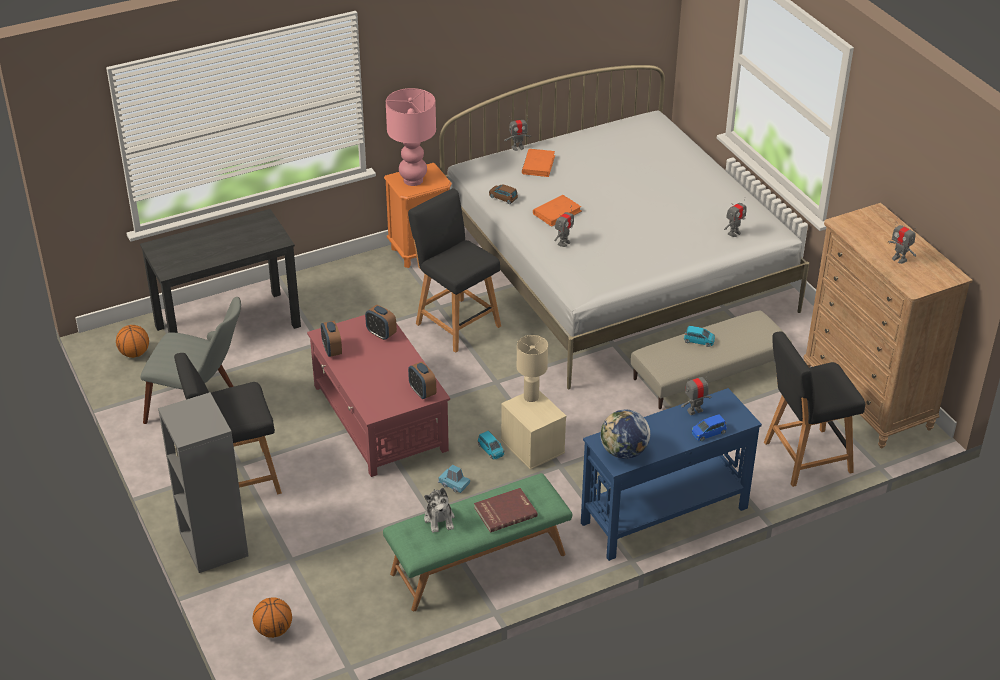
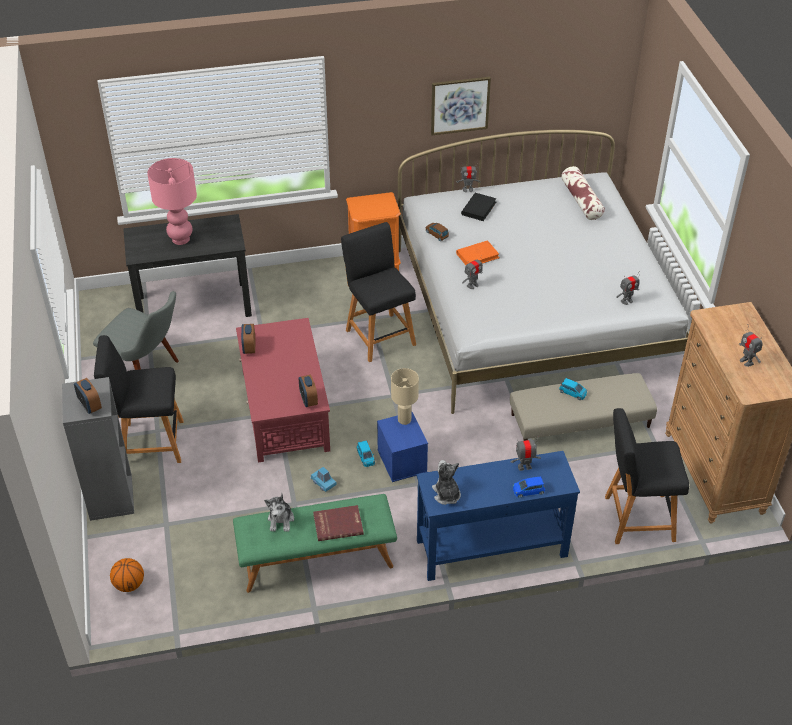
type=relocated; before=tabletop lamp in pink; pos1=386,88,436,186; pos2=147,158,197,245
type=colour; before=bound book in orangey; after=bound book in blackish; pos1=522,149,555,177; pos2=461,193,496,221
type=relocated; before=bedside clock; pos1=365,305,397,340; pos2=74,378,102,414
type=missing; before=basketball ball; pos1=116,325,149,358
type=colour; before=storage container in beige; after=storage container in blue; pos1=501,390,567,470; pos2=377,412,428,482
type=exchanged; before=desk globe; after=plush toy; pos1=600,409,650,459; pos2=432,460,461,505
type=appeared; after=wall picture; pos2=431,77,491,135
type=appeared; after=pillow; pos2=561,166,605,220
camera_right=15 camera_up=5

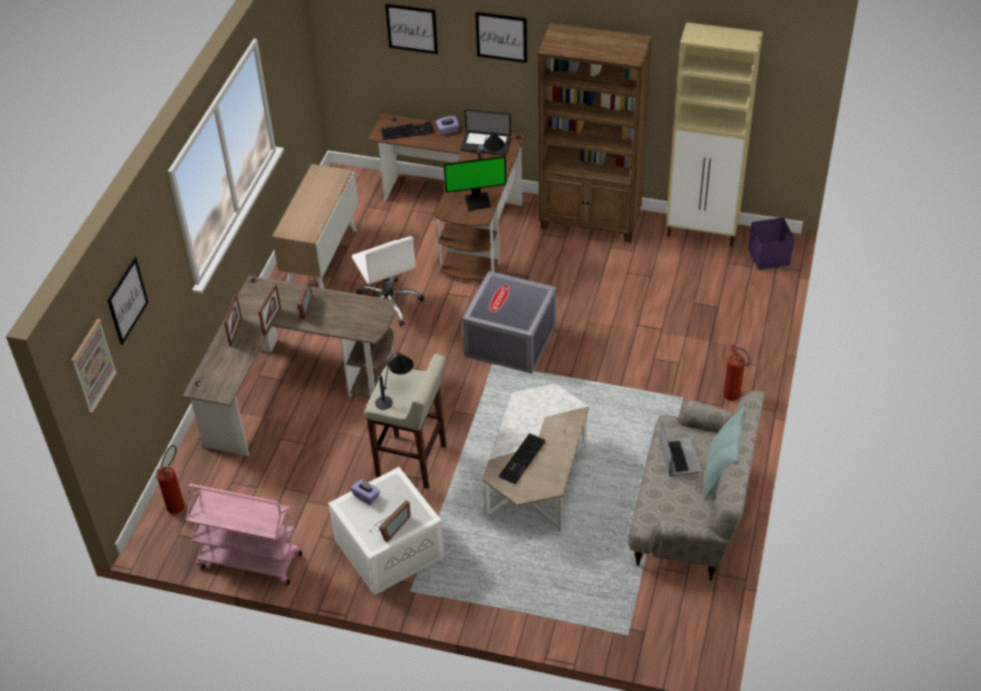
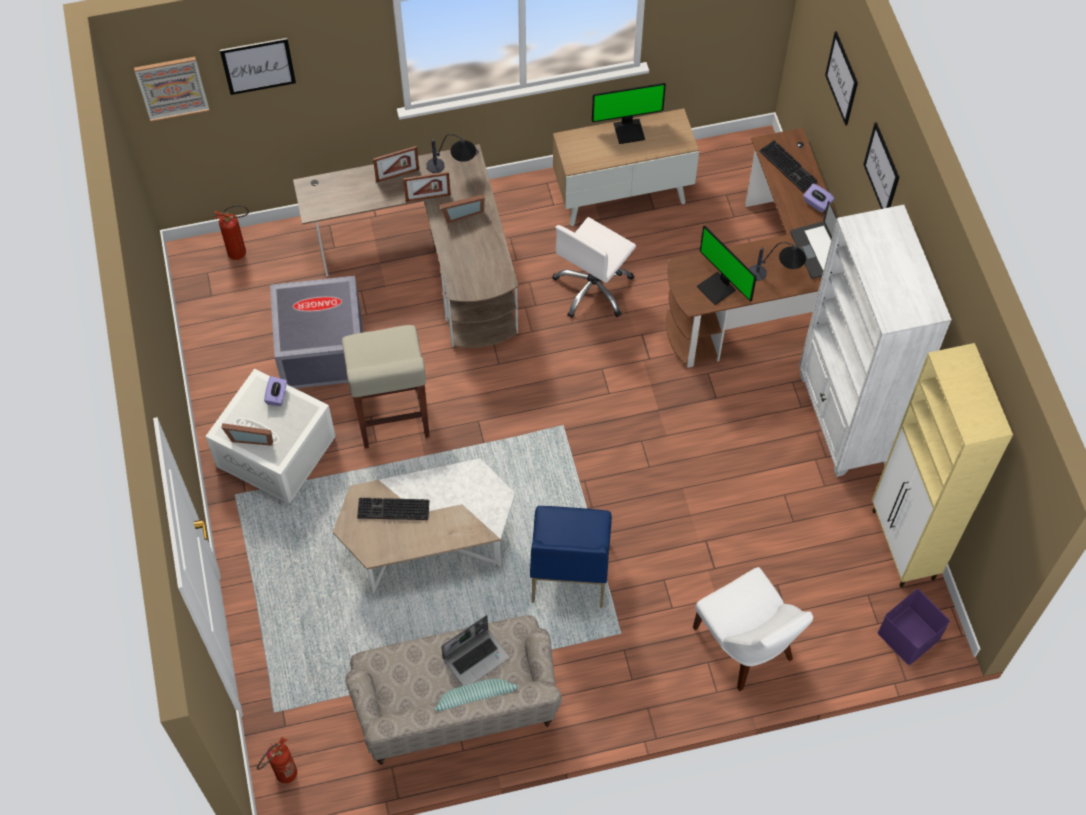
type=colour; before=shelving unit in brown; after=shelving unit in whitish; pos1=538,23,652,243; pos2=799,205,952,477
type=relocated; before=storage container in grey; pos1=462,271,556,374; pos2=270,276,363,389
type=relocated; before=extinguisher; pos1=723,344,750,401; pos2=257,737,297,783
type=relocated; before=tabletop lamp; pos1=375,352,413,410; pos2=426,134,476,173
type=missing; before=cart in pink; pos1=185,484,302,585
type=appeared; after=computer screen; pos2=592,83,666,144
type=appeared; after=upright chair in blue; pos2=530,506,612,608
type=appeared; after=upright chair in whitish; pos2=693,567,813,691
camera_right=60 camera_up=15

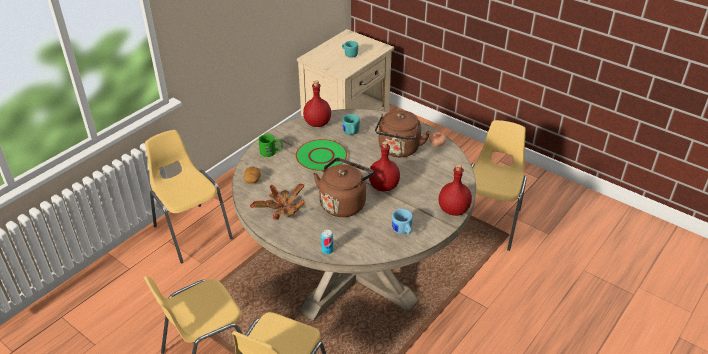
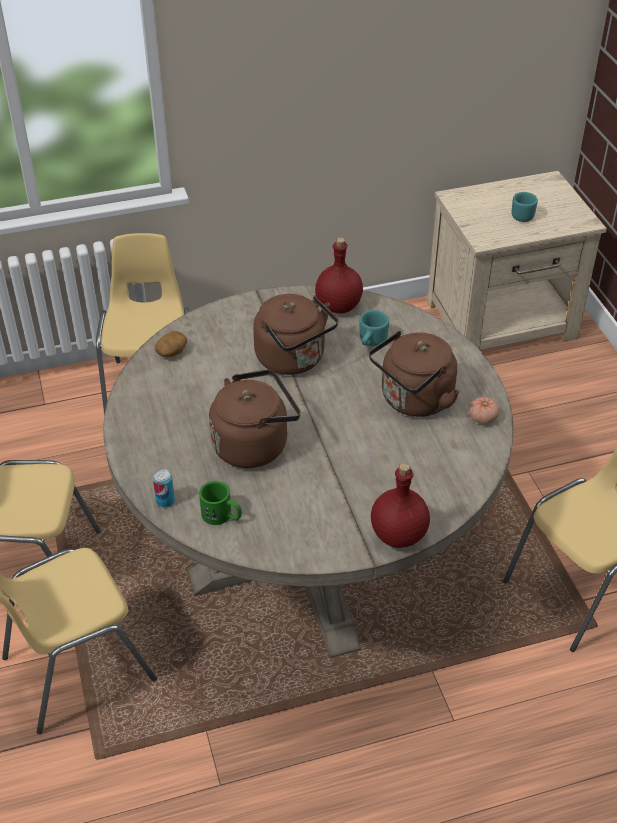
type=relocated; before=mug in green; pos1=258,134,283,157; pos2=199,481,242,525
type=exchanged; before=dinner plate in green; after=water kettle in brown; pos1=296,139,347,171; pos2=253,294,338,375
type=missing; before=bottle in red-coloured; pos1=369,141,400,191
type=missing; before=plant in a pot; pos1=250,183,305,220
type=missing; before=mug in blue; pos1=392,209,413,234
camera_right=35 camera_up=5

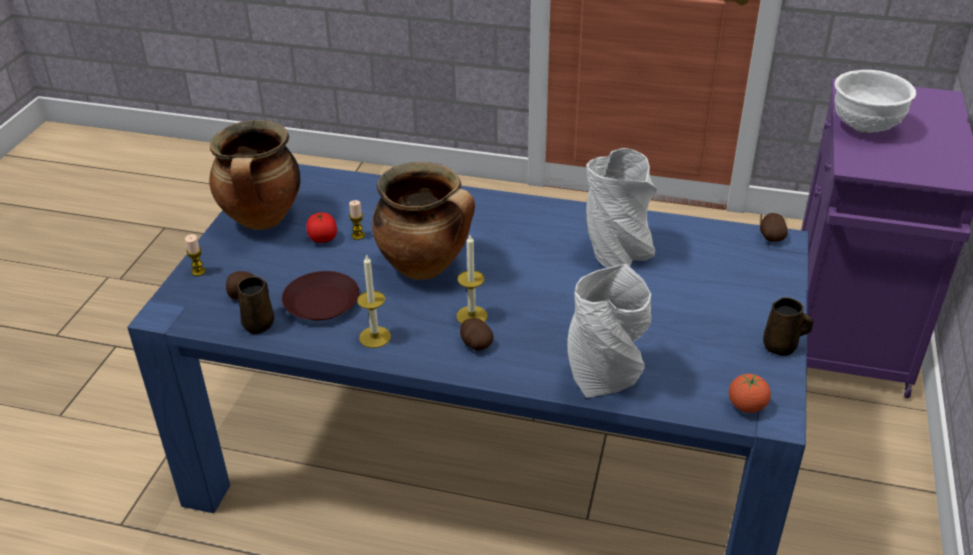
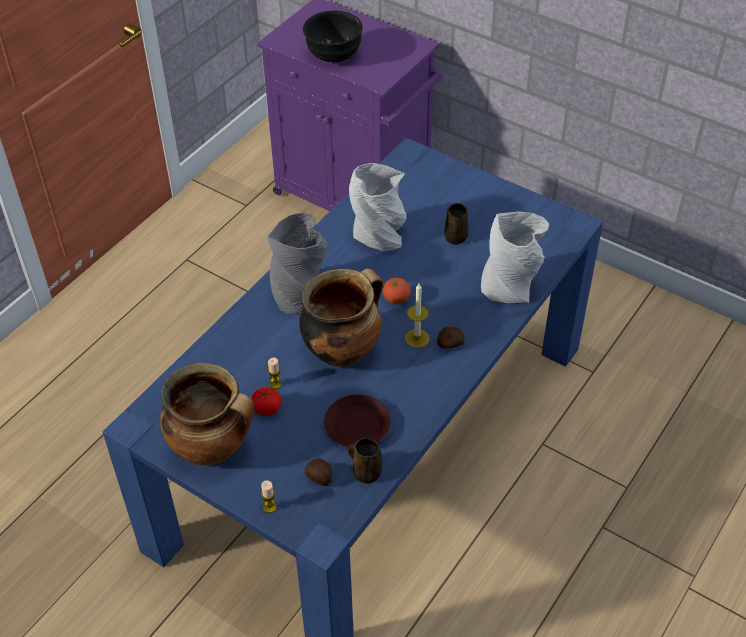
type=colour; before=deep dish in whitish; after=deep dish in blackish; pos1=835,70,916,133; pos2=303,11,363,62
type=missing; before=whole potato; pos1=760,213,788,242
type=missing; before=wax candle; pos1=357,254,391,348
type=relocated; before=mug in brown; pos1=763,297,814,356; pos2=444,203,468,245
type=relocated; before=whole tomato; pos1=729,374,771,413; pos2=383,277,411,304
type=appeared; after=decorative vase in grey; pos2=267,212,328,314
camera_right=-70 camera_up=10

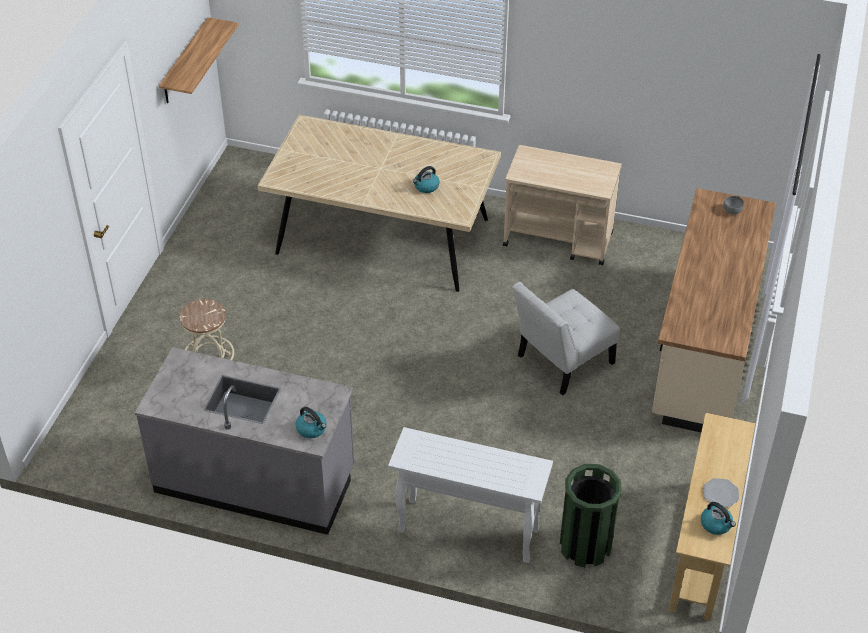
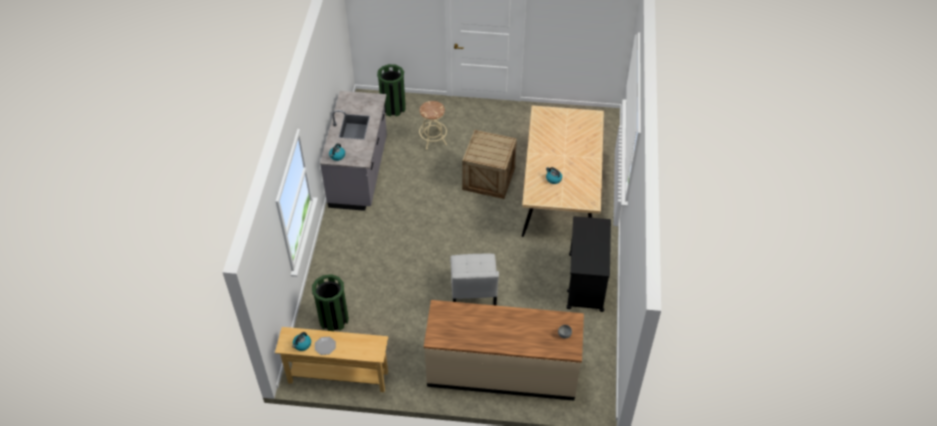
type=missing; before=bracket shelf; pos1=159,17,239,103
type=colour; before=cart in beige; after=cart in blackish; pos1=503,145,622,265; pos2=566,216,611,312
type=spun; before=upright chair in whitish; pos1=512,282,620,396; pos2=450,254,499,306; turn=-135
type=missing; before=narrow table in whitish; pos1=388,427,553,563
type=appeared; after=trash can in green; pos2=377,64,406,117
type=appeared; after=shipping crate; pos2=462,130,517,199
camera_right=80 camera_up=5

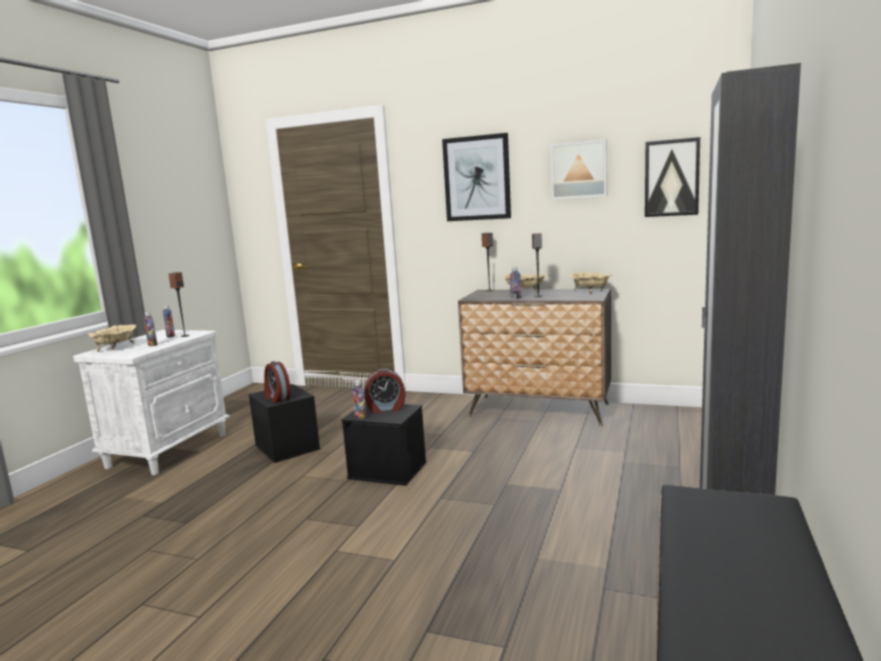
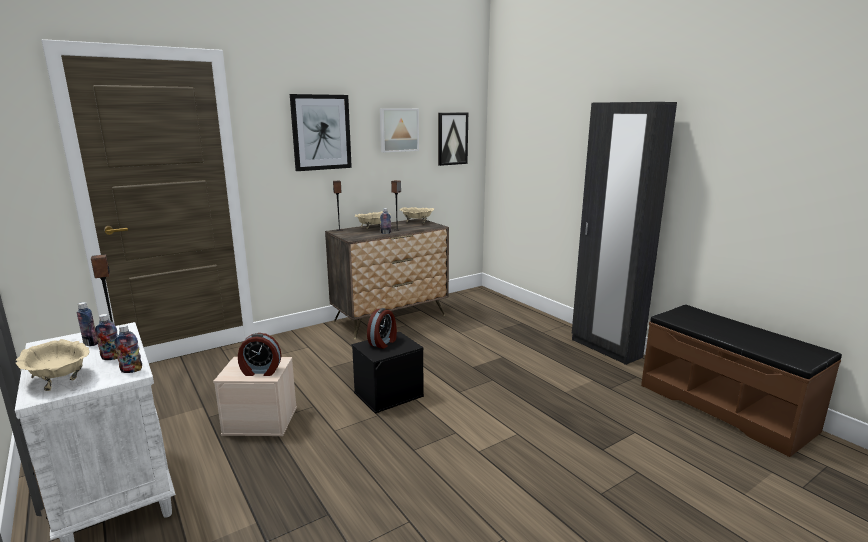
type=relocated; before=bottle; pos1=352,380,366,419; pos2=114,324,142,373
type=colour; before=storage container in blackish; after=storage container in beige; pos1=248,384,320,463; pos2=213,357,297,436
camera_right=-55 camera_up=5

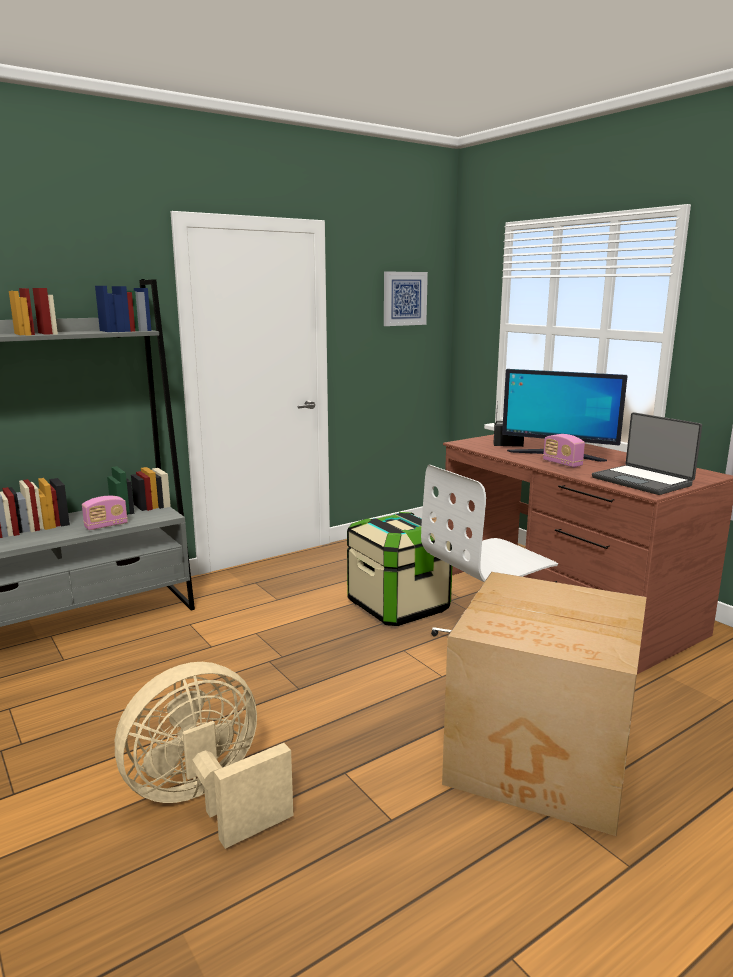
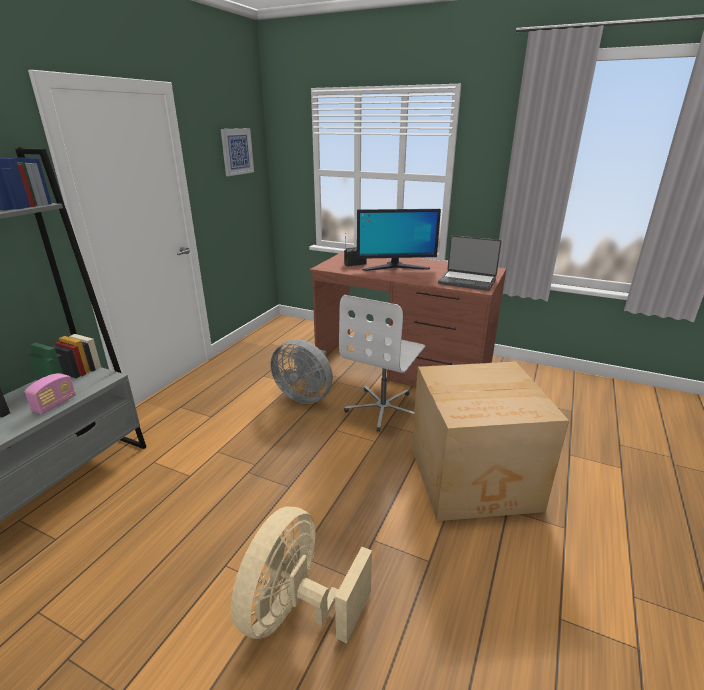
type=missing; before=radio set; pos1=543,434,585,468
type=exchanged; before=storage container; after=cooling fan in grey; pos1=347,512,452,626; pos2=271,339,333,404
camera_right=-30 camera_up=10

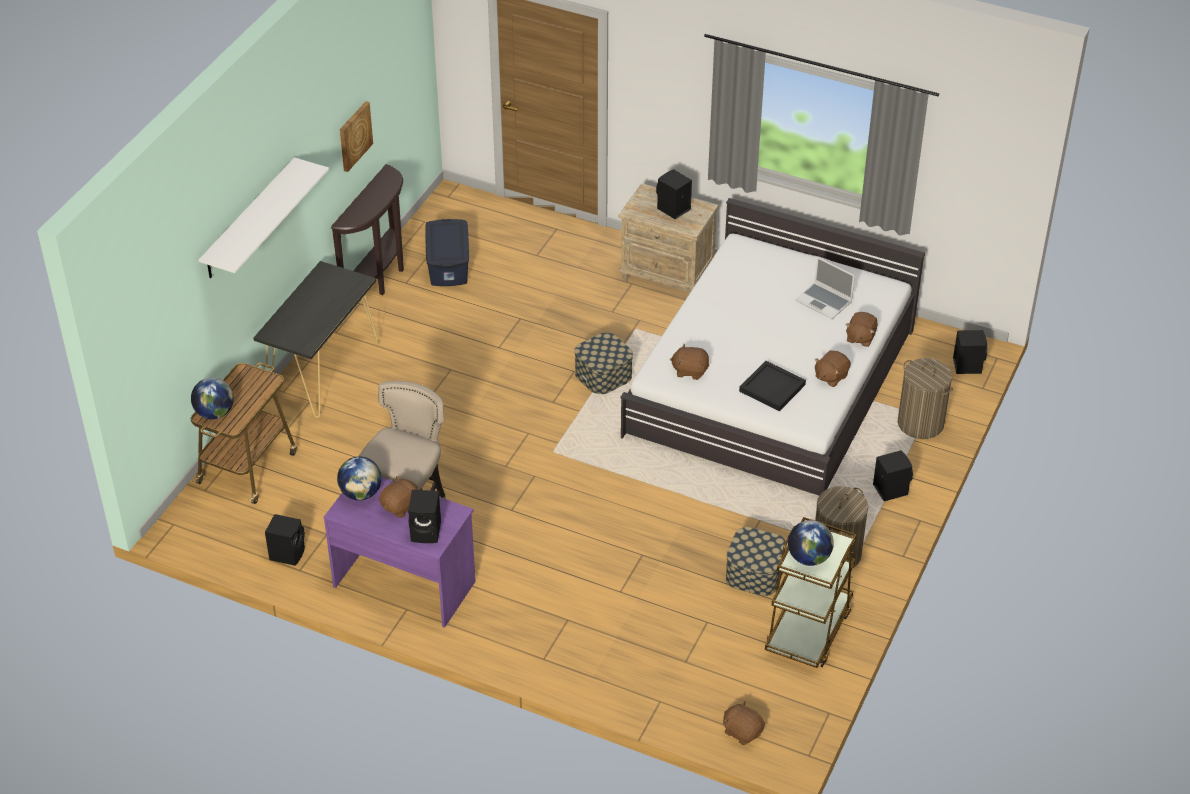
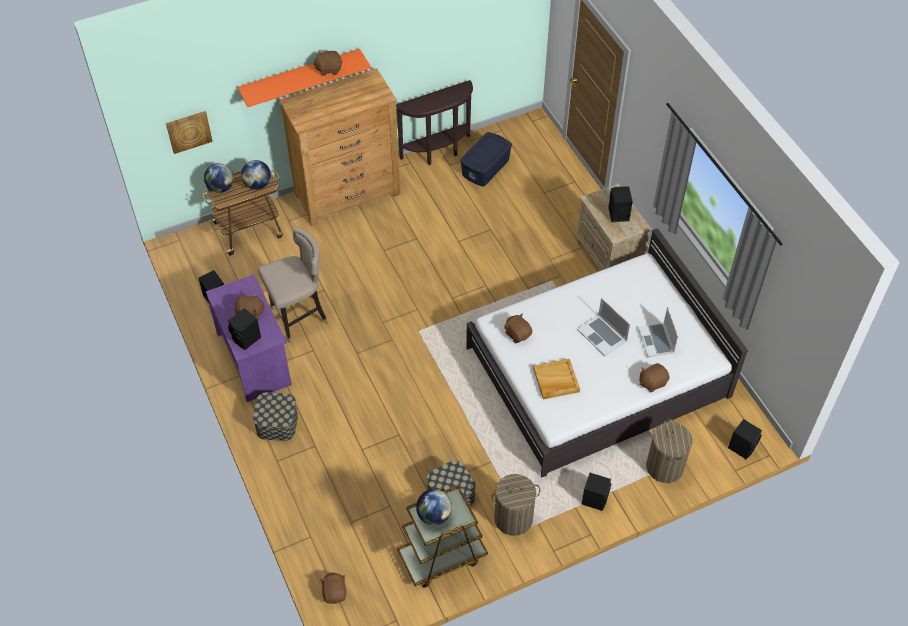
type=relocated; before=wall picture; pos1=340,101,373,172; pos2=166,111,213,154
type=colour; before=bracket shelf in whitish; after=bracket shelf in orangey; pos1=199,157,329,279; pos2=237,49,371,107
type=exchanged; before=narrow table in blackish; after=drawer chest in brown; pos1=253,261,379,418; pos2=279,68,400,226
type=relocated; before=storage container; pos1=574,332,633,394; pos2=253,392,298,441
type=relocated; before=plush toy in brown; pos1=814,350,851,387; pos2=312,50,343,76
type=colour; before=tray in blackish; after=tray in beige; pos1=739,361,806,411; pos2=533,359,580,400
type=relocated; before=desk globe; pos1=337,457,381,500; pos2=241,160,271,190
type=appeared; after=notebook computer; pos2=577,298,630,356
camera_right=40 camera_up=10

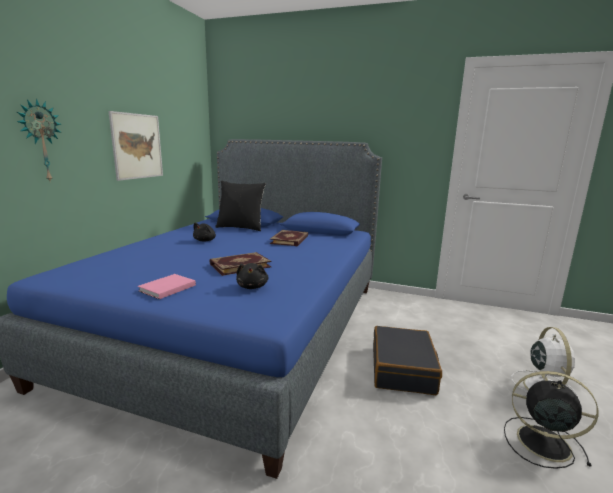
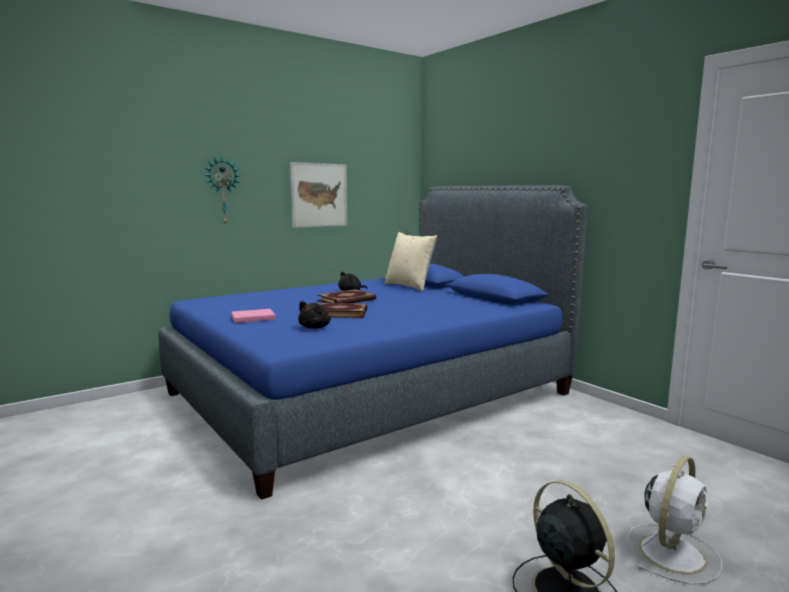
type=colour; before=pillow in blackish; after=pillow in beige; pos1=215,181,266,231; pos2=385,232,437,291
type=relocated; before=bound book; pos1=270,230,309,246; pos2=317,289,376,303
type=missing; before=suitcase in blackish; pos1=373,326,442,395
camera_right=35 camera_up=-5

